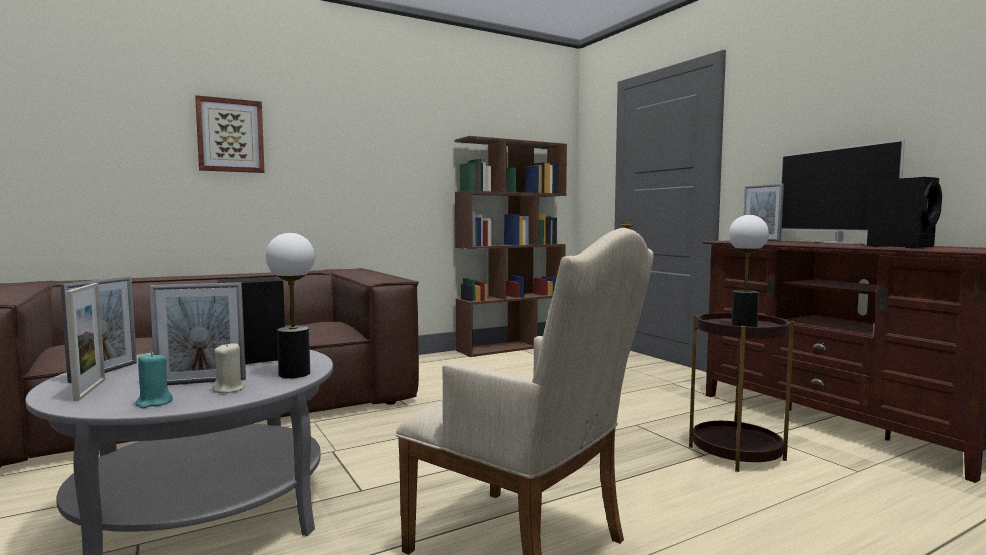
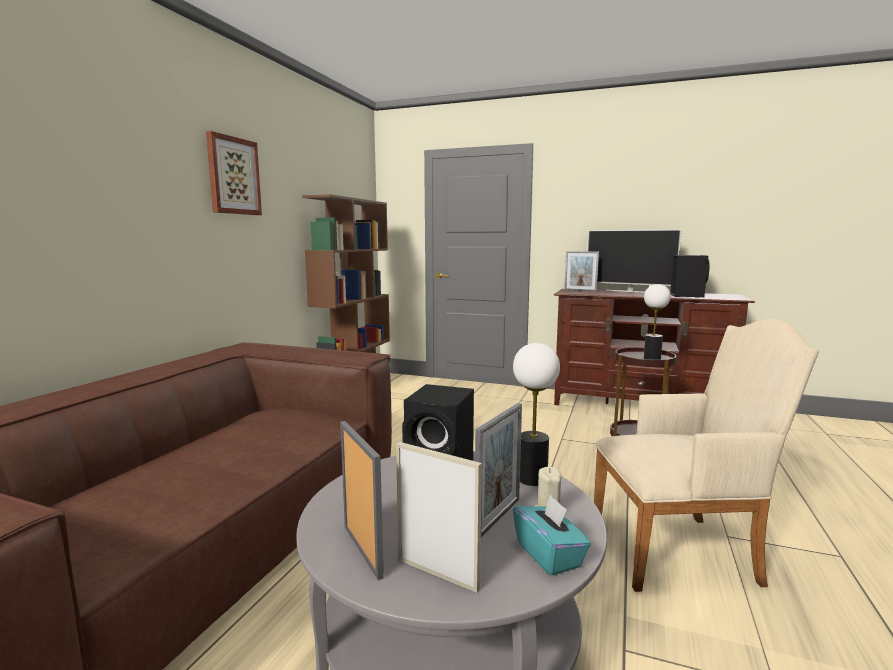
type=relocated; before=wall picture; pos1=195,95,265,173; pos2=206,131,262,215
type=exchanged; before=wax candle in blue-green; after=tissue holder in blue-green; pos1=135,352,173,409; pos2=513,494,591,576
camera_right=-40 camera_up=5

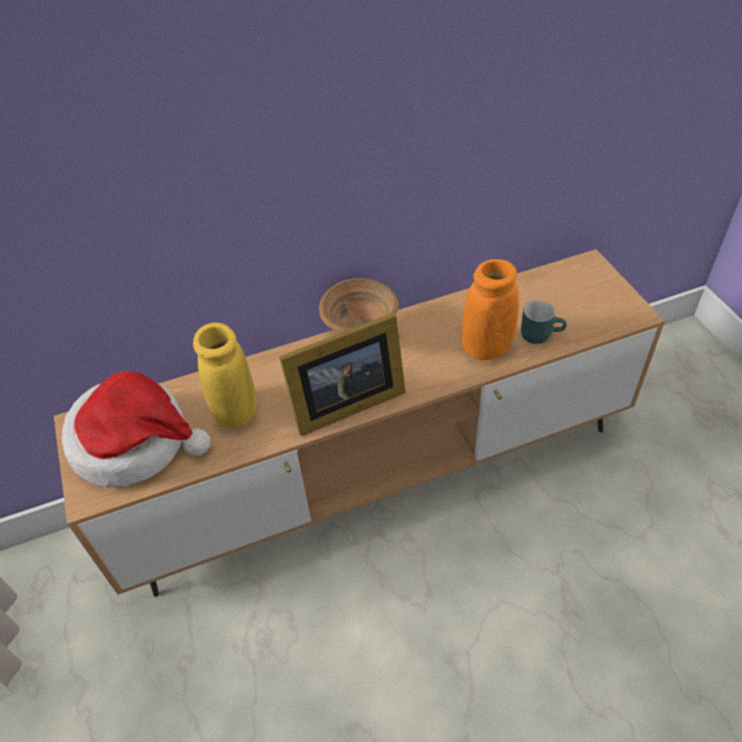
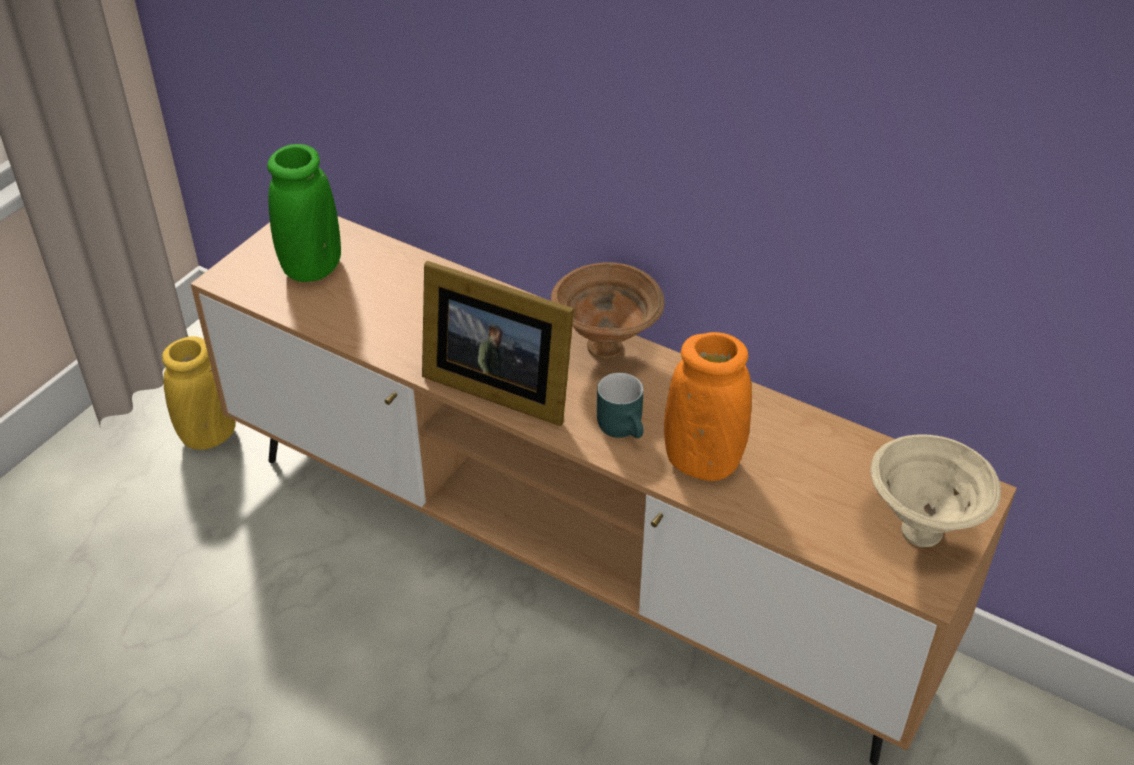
type=relocated; before=mug in blue-green; pos1=521,300,567,344; pos2=597,373,644,438
type=relocated; before=decorative vase in yellowish; pos1=193,323,256,427; pos2=162,337,236,450
type=exchanged; before=wearable hat; after=decorative vase in green; pos1=62,371,211,487; pos2=267,144,341,282
type=appeared; after=deep dish in beige; pos2=870,434,1001,547
camera_right=50 camera_up=-5

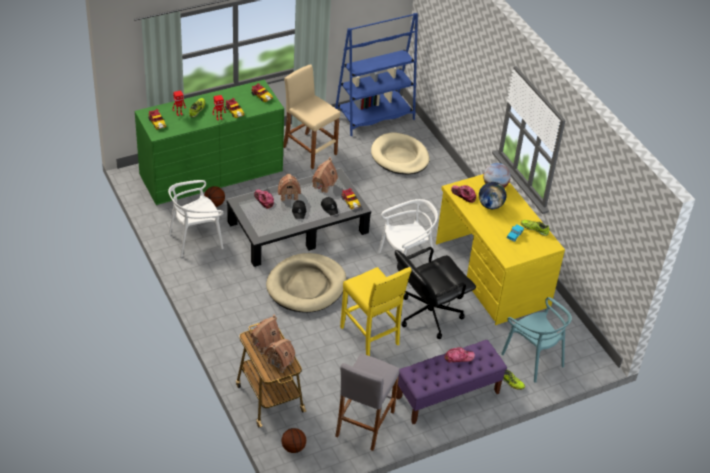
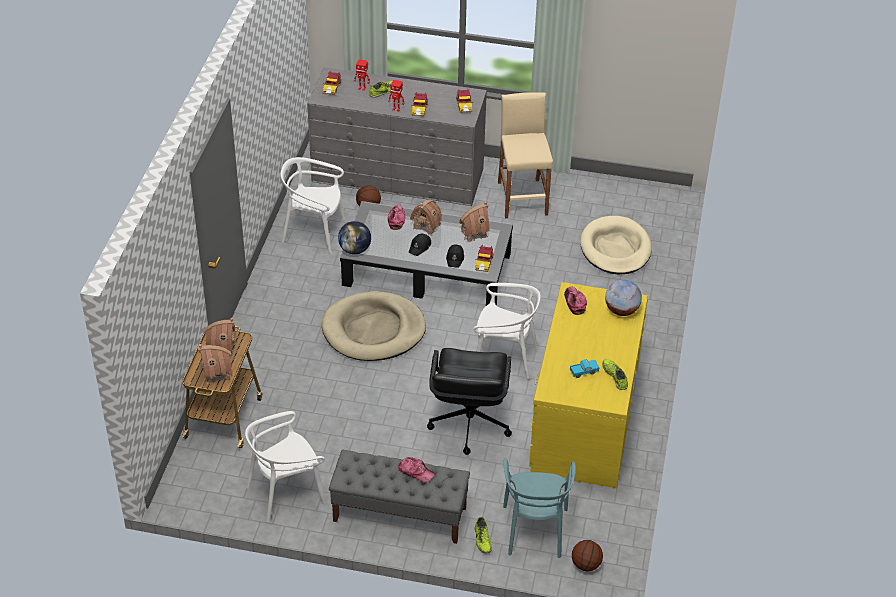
type=missing; before=shelving unit in blue; pos1=335,13,418,136
type=colour; before=drawer chest in green; after=drawer chest in grey; pos1=135,80,284,205; pos2=307,67,487,206
type=relocated; before=desk globe; pos1=479,182,506,209; pos2=338,221,371,254
type=spun; before=desk chair in blackish; pos1=395,247,476,339; pos2=427,348,512,455; turn=-90
type=missing; before=sitting stool in yellowish; pos1=340,267,412,356
type=colour; before=long seat in purplish; after=long seat in grey; pos1=396,340,507,424; pos2=329,450,470,544
type=exchanged; before=sitting stool in grey; after=upright chair in whitish; pos1=335,354,400,451; pos2=245,411,326,522
type=relocated; before=basketball ball; pos1=282,428,306,453; pos2=572,540,603,571
camera_right=40 camera_up=0

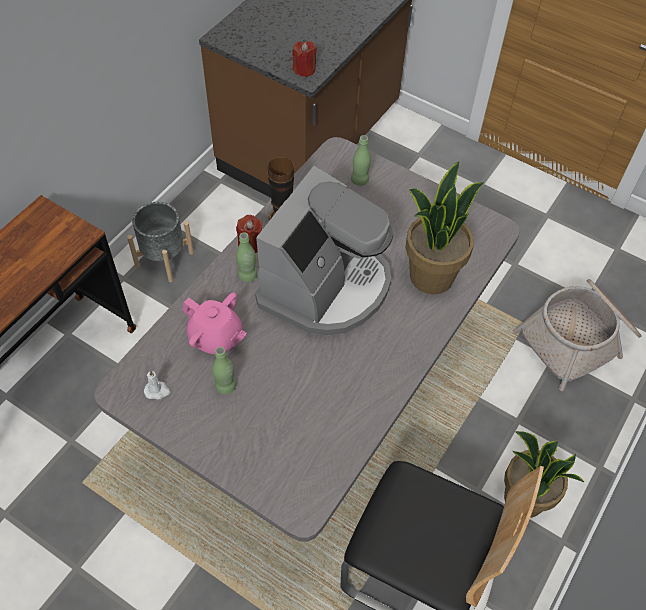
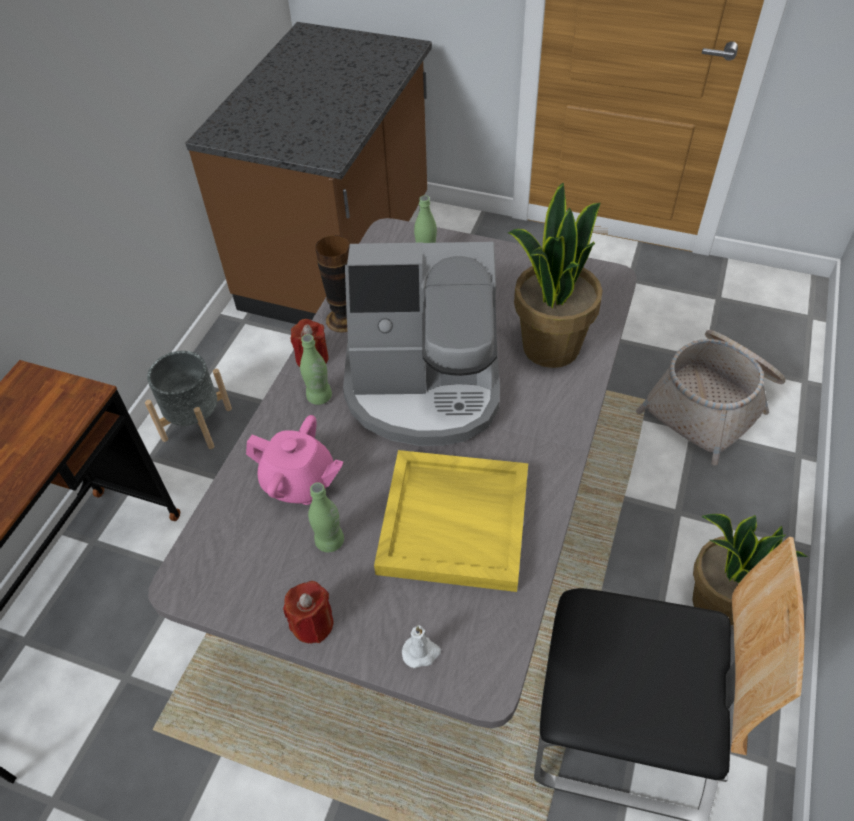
type=relocated; before=wax candle in red-coloured; pos1=292,41,317,77; pos2=283,581,334,644
type=spun; before=coffee machine; pos1=255,166,393,336; pos2=343,242,500,446; turn=75
type=relocated; before=wax candle in whitish; pos1=144,370,170,400; pos2=402,625,441,668
type=appeared; after=tray in yellowish; pos2=374,450,528,592
camera_right=-10 camera_up=-5

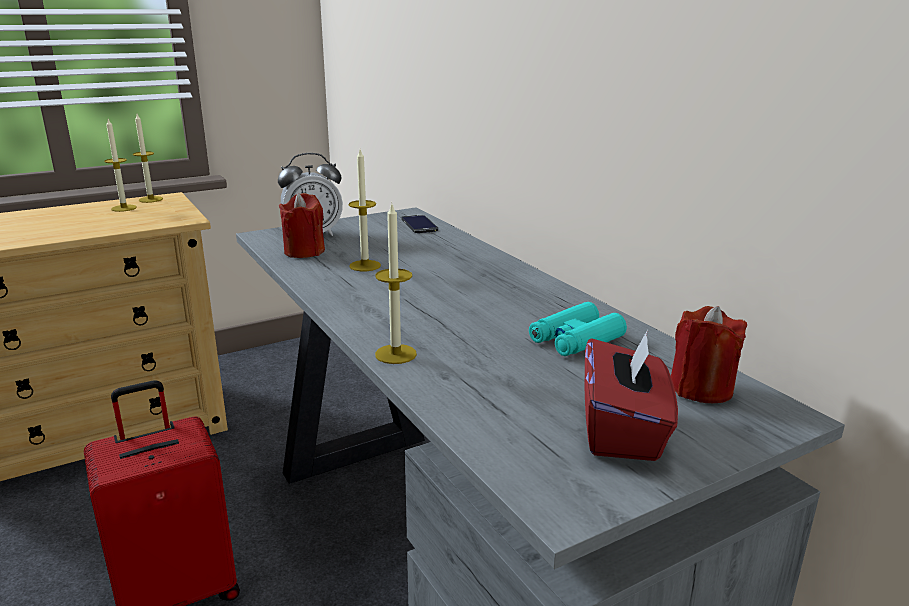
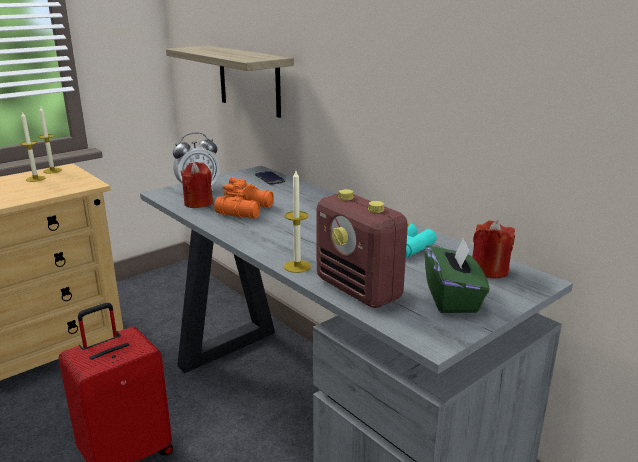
type=exchanged; before=wax candle; after=binoculars in orangey; pos1=349,150,381,271; pos2=214,178,274,219
type=colour; before=tissue holder in red-coloured; after=tissue holder in green; pos1=585,330,678,461; pos2=425,237,490,313
type=appeared; after=bracket shelf; pos2=166,45,294,118
type=appeared; after=radio set; pos2=317,189,410,308
camera_right=-10 camera_up=0

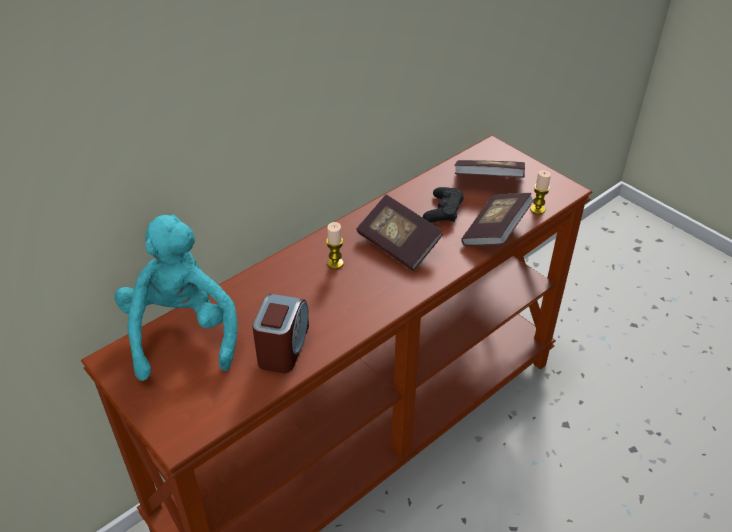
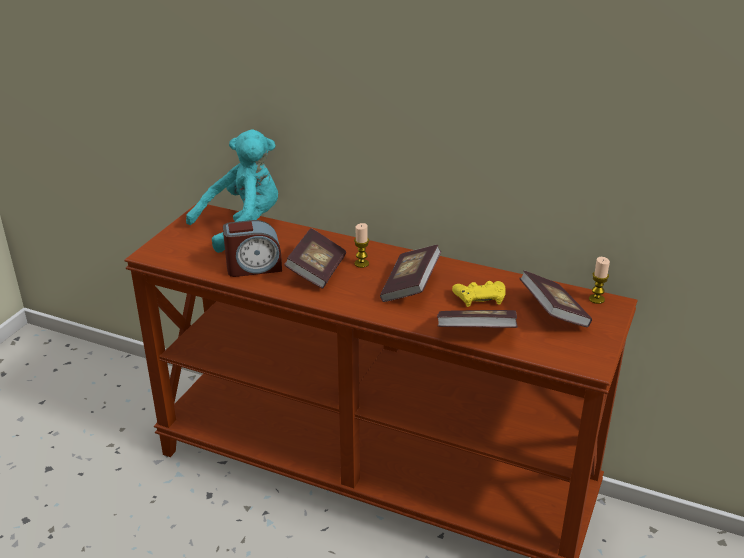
type=relocated; before=wax candle; pos1=530,170,551,214; pos2=589,257,610,304
type=colour; before=joypad in blackish; after=joypad in yellowish; pos1=423,187,464,223; pos2=452,281,506,307
type=appeared; after=bound book; pos2=284,228,346,289
camera_right=65 camera_up=-10

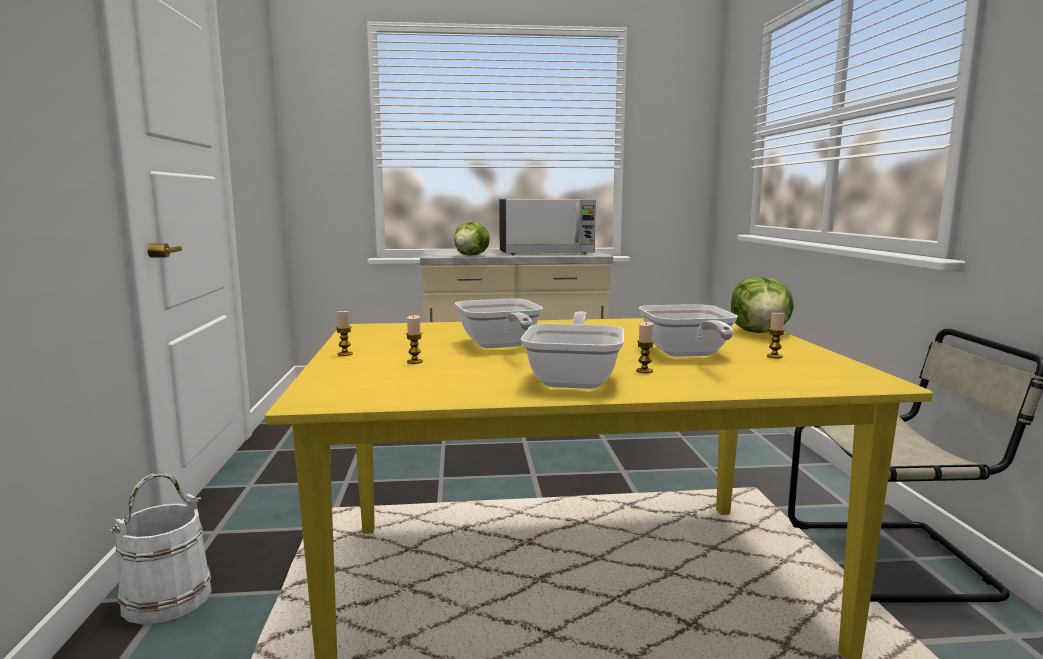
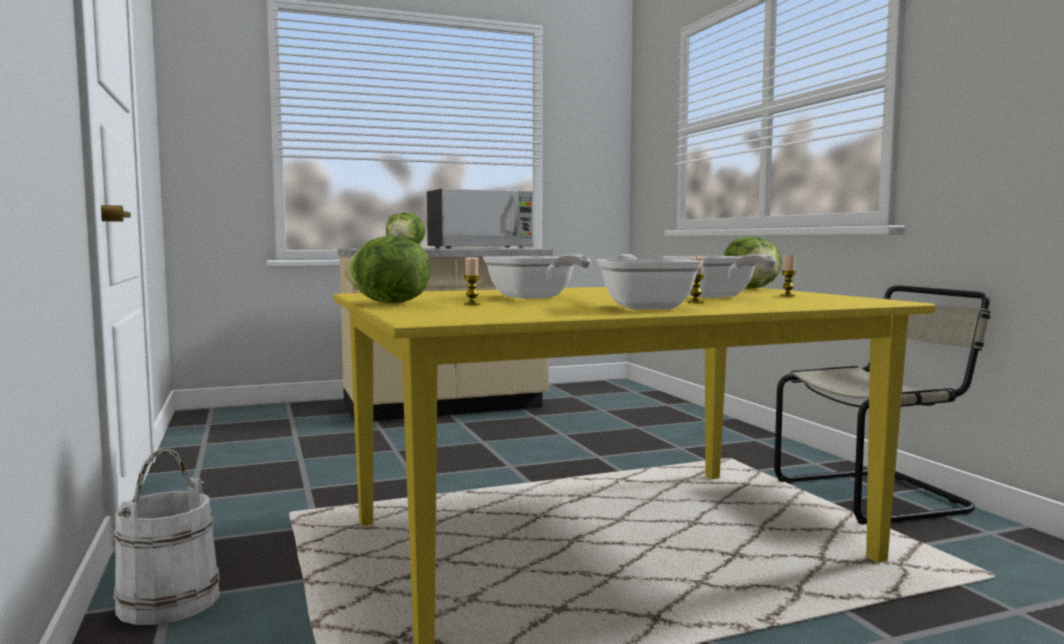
type=exchanged; before=wax candle; after=lettuce; pos1=336,311,353,356; pos2=344,235,430,304
camera_right=-15 camera_up=-5

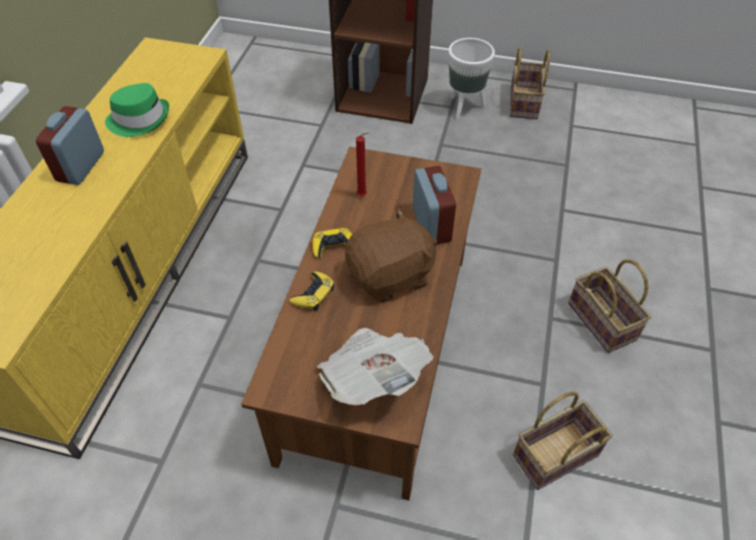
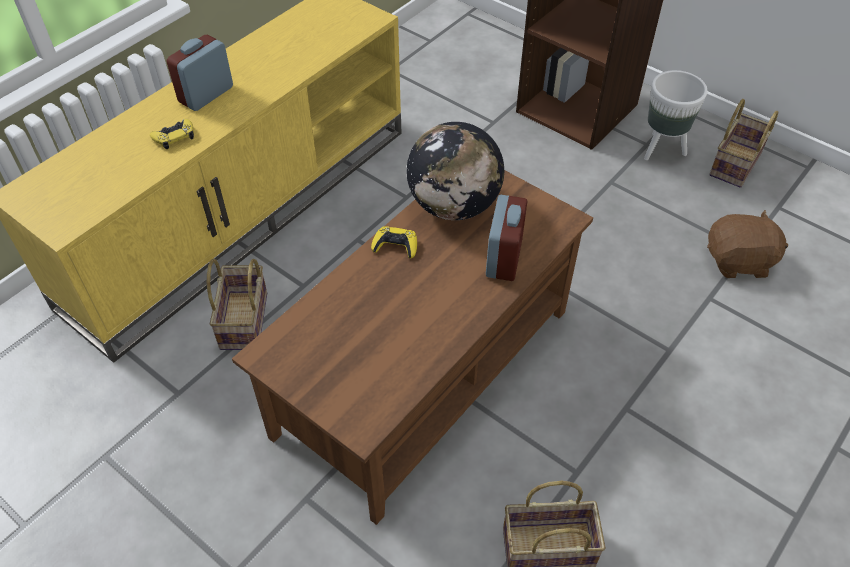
type=missing; before=wearable hat in green; pos1=105,83,169,137
type=exchanged; before=wax candle in red-coloured; after=desk globe; pos1=356,132,369,196; pos2=406,122,504,220
type=relocated; before=plush toy in brown; pos1=345,208,437,302; pos2=707,210,788,278
type=relocated; before=basket; pos1=568,259,651,353; pos2=207,259,267,350
type=relocated; before=joypad in yellowish; pos1=290,272,335,311; pos2=150,119,194,149
type=missing; before=printed paper; pos1=317,328,434,405
camera_right=25 camera_up=0

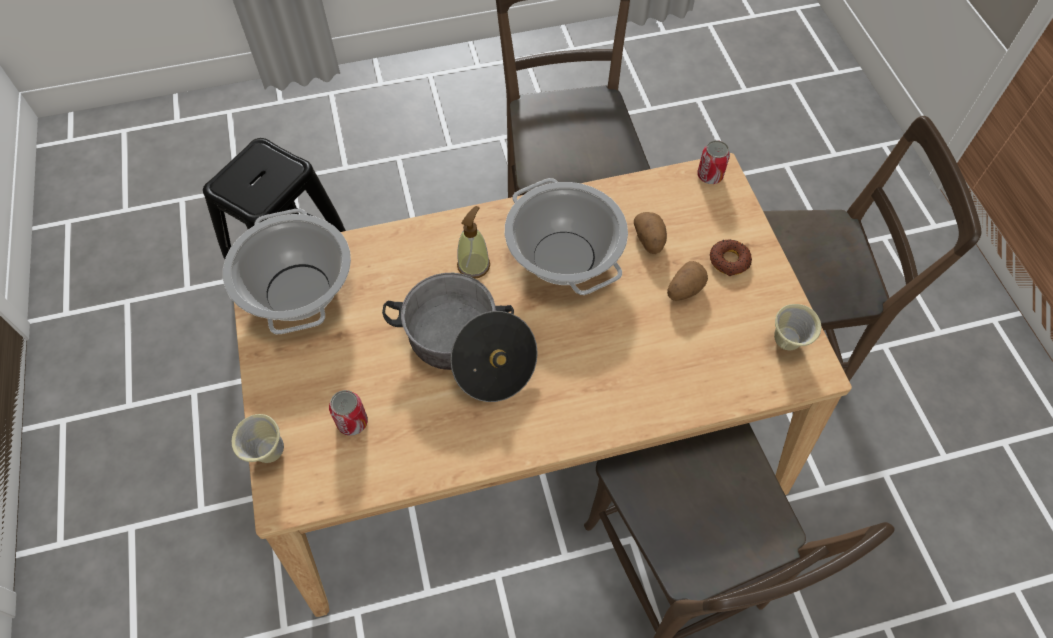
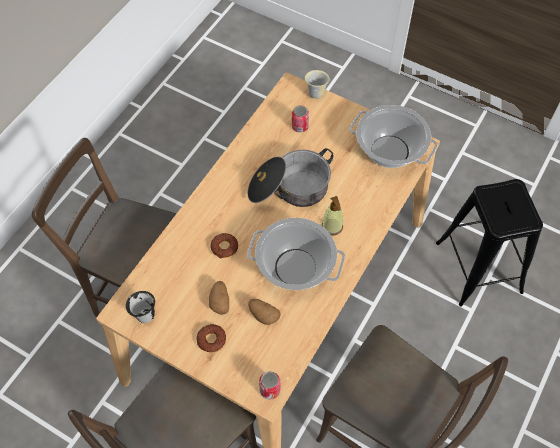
type=colour; before=mug in beige; after=mug in blackish; pos1=774,304,821,350; pos2=126,291,155,323
type=appeared; after=donut; pos2=210,233,238,258
camera_right=135 camera_up=0

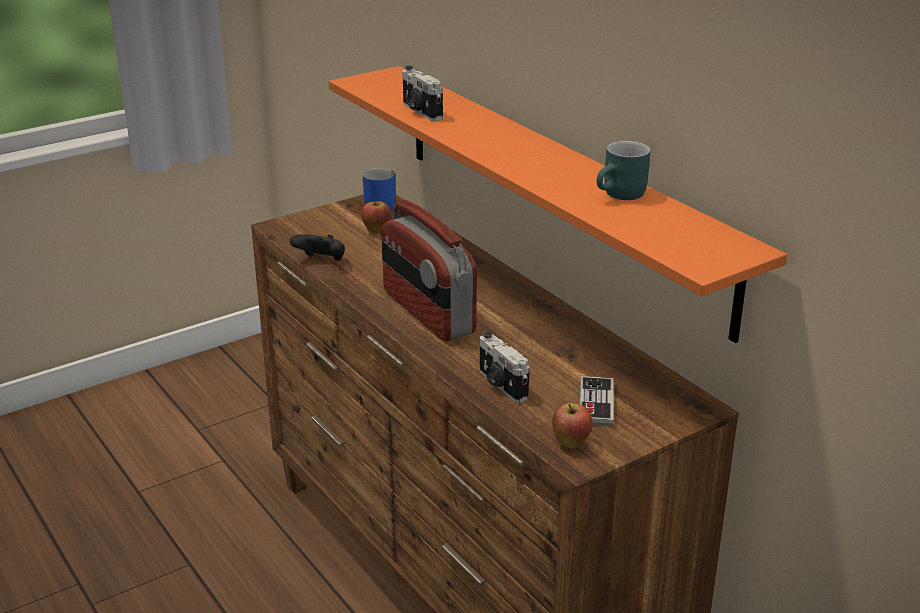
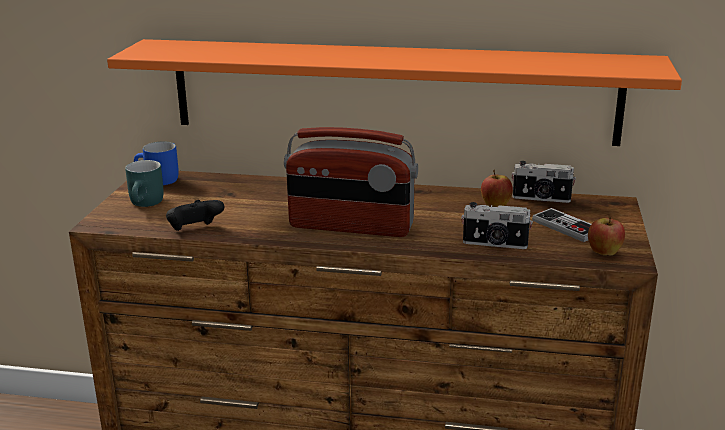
type=relocated; before=still camera; pos1=402,66,443,121; pos2=512,161,576,203
type=relocated; before=mug in blue-green; pos1=597,141,651,200; pos2=125,160,163,207
type=relocated; before=whole apple; pos1=361,196,392,234; pos2=481,170,513,207
camera_right=-45 camera_up=-5

